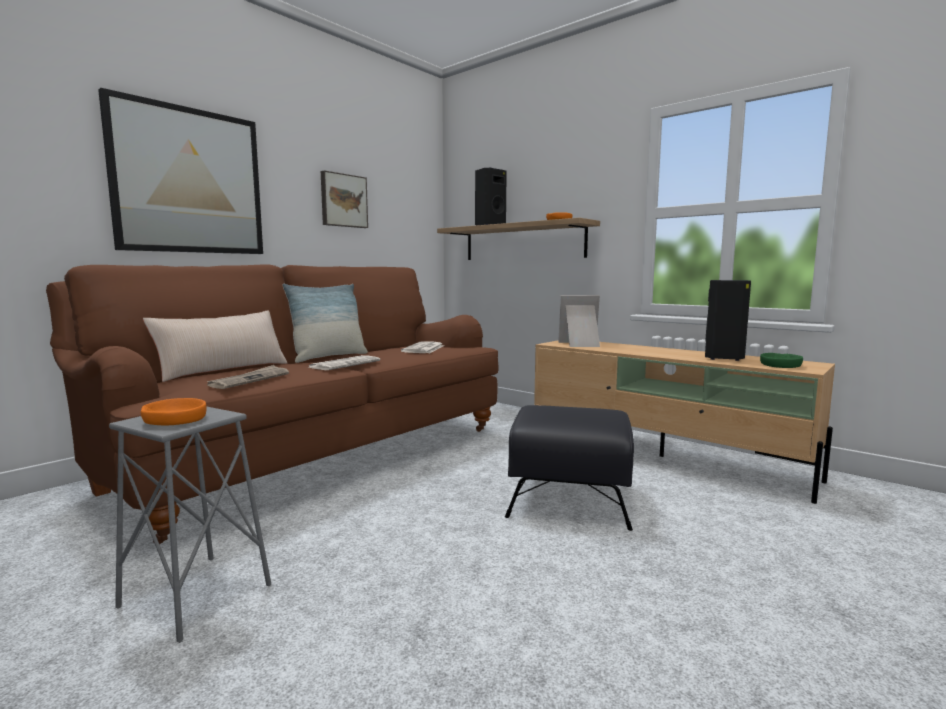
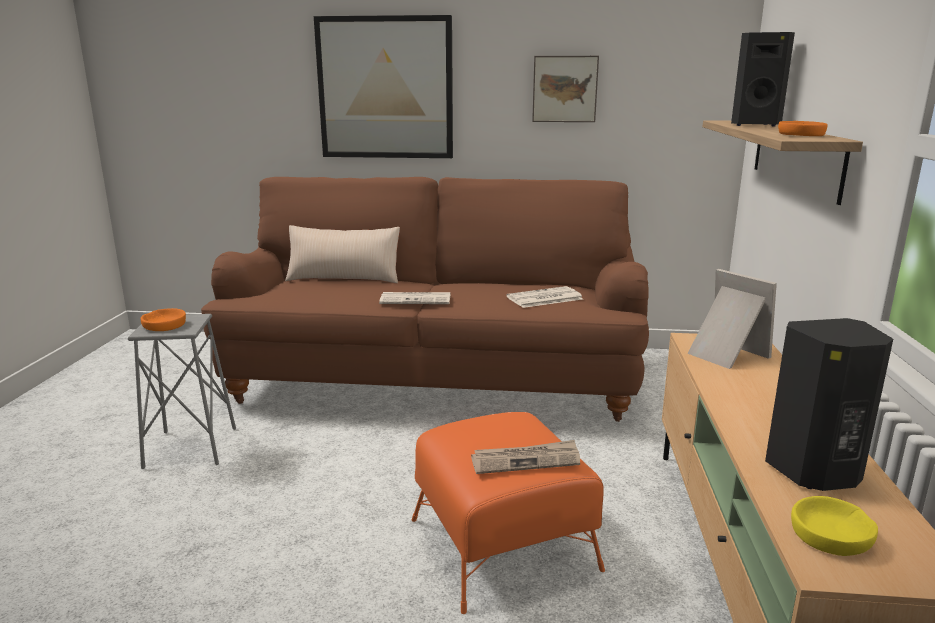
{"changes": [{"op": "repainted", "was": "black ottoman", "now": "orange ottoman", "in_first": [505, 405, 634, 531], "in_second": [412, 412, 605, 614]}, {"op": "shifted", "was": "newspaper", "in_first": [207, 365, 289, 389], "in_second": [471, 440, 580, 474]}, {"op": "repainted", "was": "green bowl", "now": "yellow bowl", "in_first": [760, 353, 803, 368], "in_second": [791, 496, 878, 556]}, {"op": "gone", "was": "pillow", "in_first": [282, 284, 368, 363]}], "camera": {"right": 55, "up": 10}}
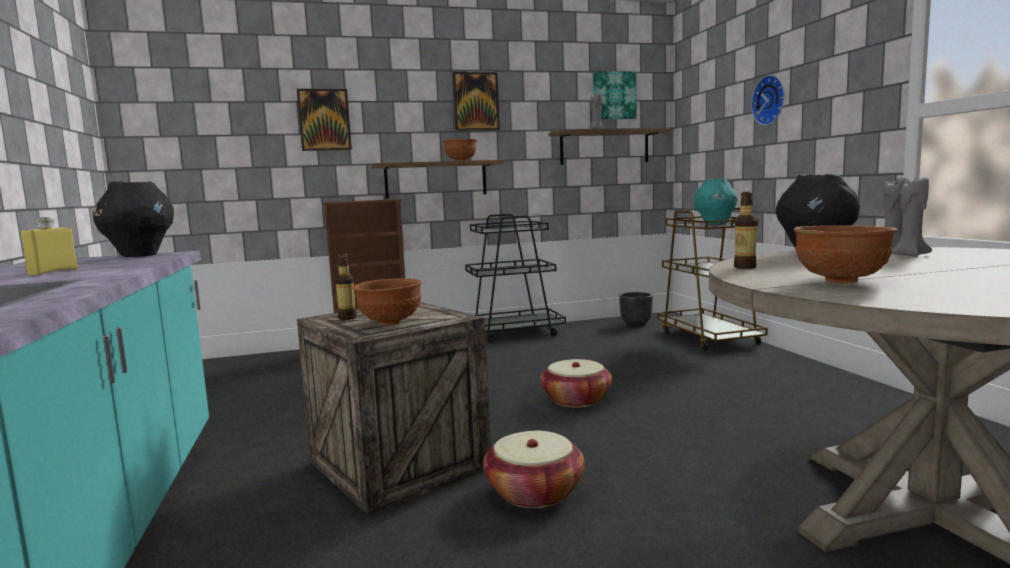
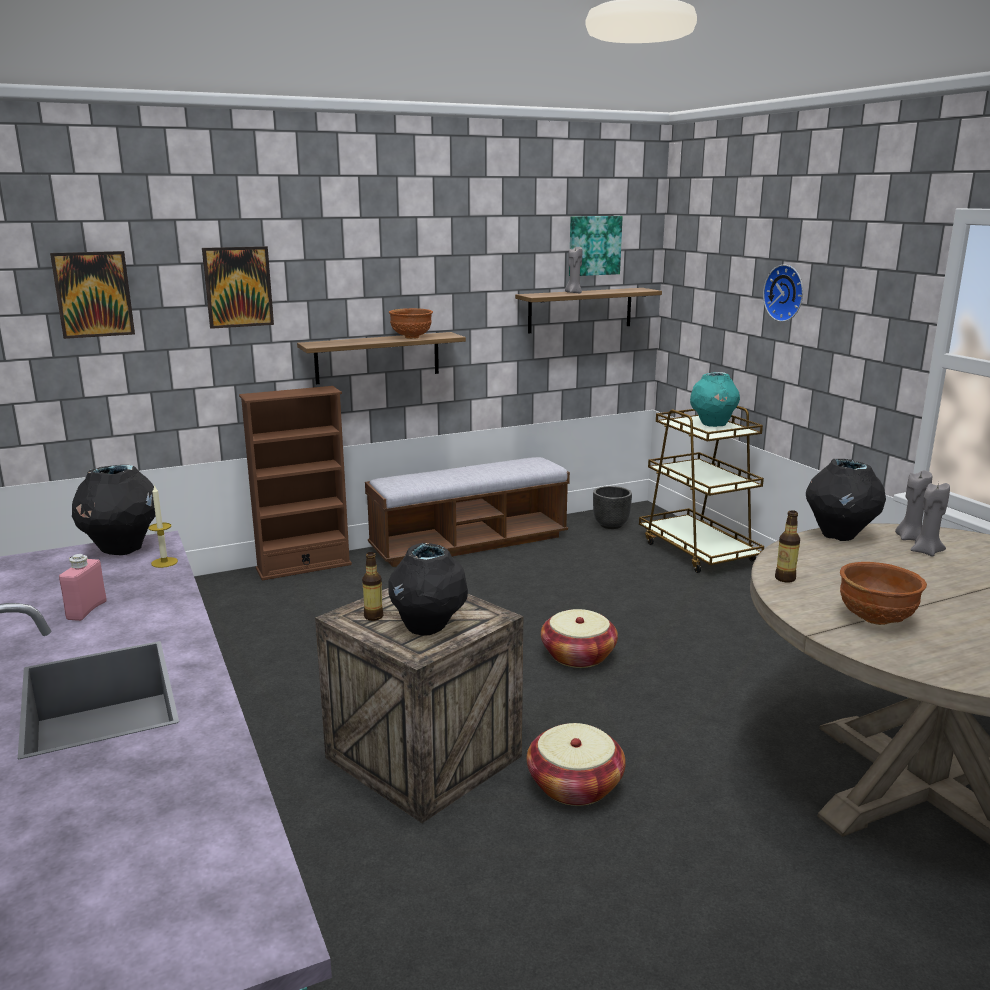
{"changes": [{"op": "shifted", "was": "picture", "in_first": [452, 72, 500, 131], "in_second": [50, 251, 135, 339]}, {"op": "repainted", "was": "yellow bottle", "now": "pink bottle", "in_first": [21, 217, 78, 275], "in_second": [59, 554, 107, 621]}, {"op": "new", "now": "candle", "in_second": [148, 485, 178, 568]}, {"op": "swapped", "was": "black cart", "now": "bench", "in_first": [465, 214, 566, 343], "in_second": [365, 457, 570, 567]}, {"op": "swapped", "was": "brown bowl", "now": "black vase", "in_first": [353, 278, 422, 325], "in_second": [388, 543, 468, 636]}], "camera": {"right": -10, "up": 10}}
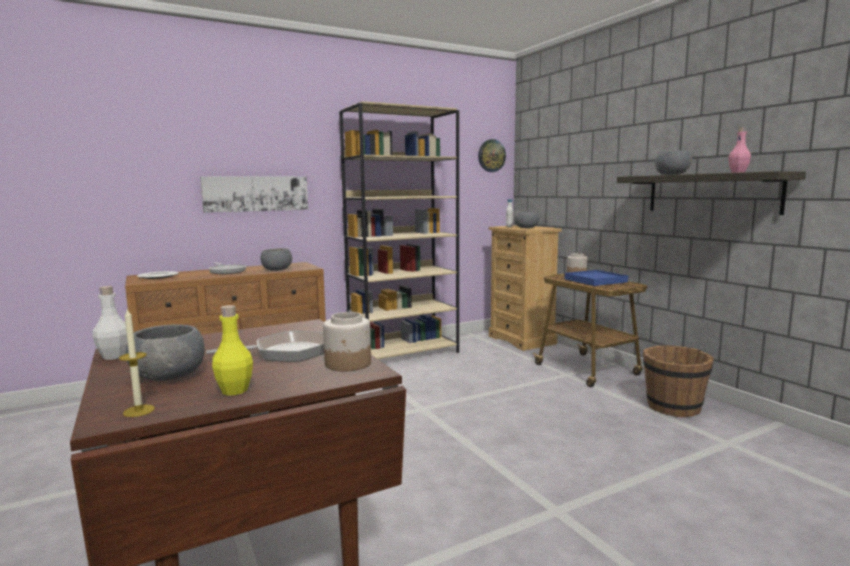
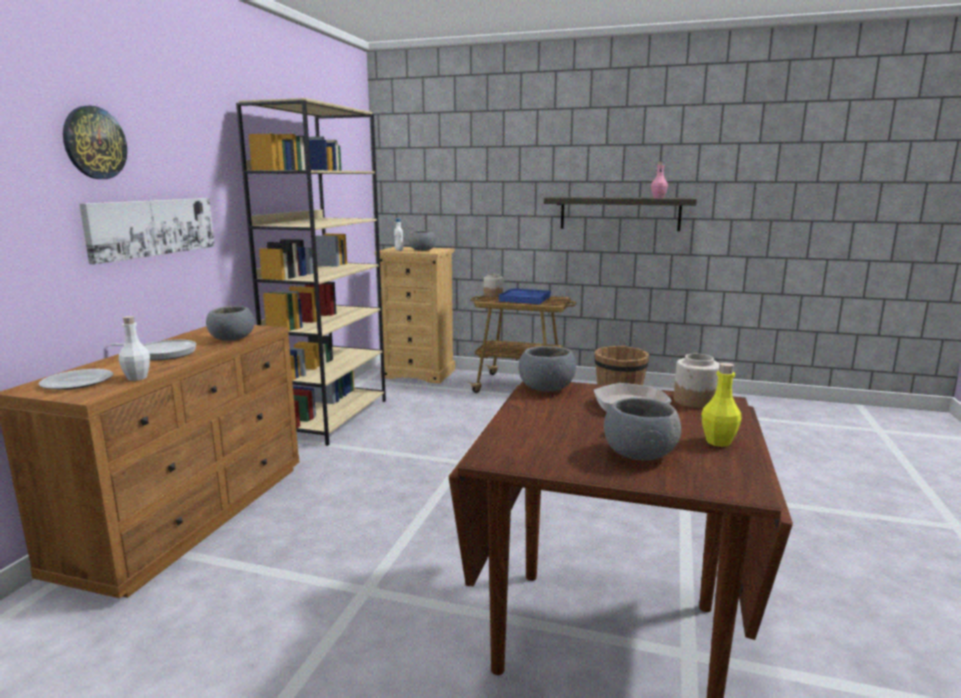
{"changes": [{"op": "shifted", "was": "wall clock", "in_first": [478, 139, 506, 172], "in_second": [63, 106, 127, 179]}, {"op": "shifted", "was": "white bottle", "in_first": [92, 286, 128, 360], "in_second": [119, 316, 150, 381]}, {"op": "shifted", "was": "grey bowl", "in_first": [655, 150, 692, 175], "in_second": [518, 346, 576, 392]}, {"op": "gone", "was": "candle", "in_first": [119, 309, 155, 417]}], "camera": {"right": -45, "up": 5}}
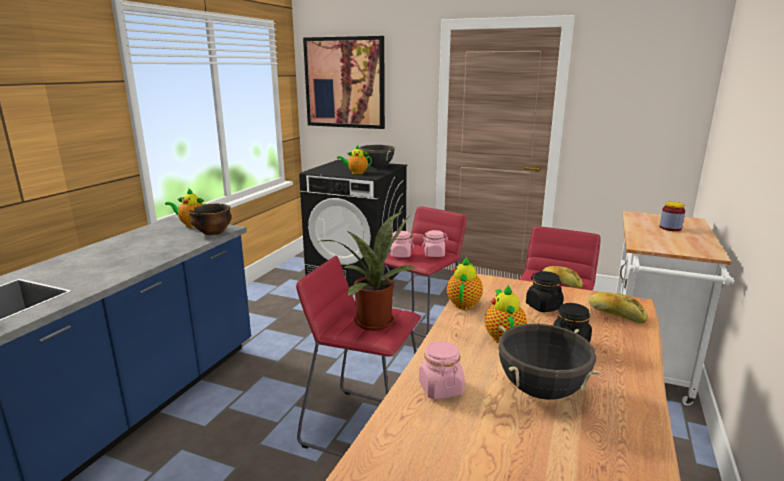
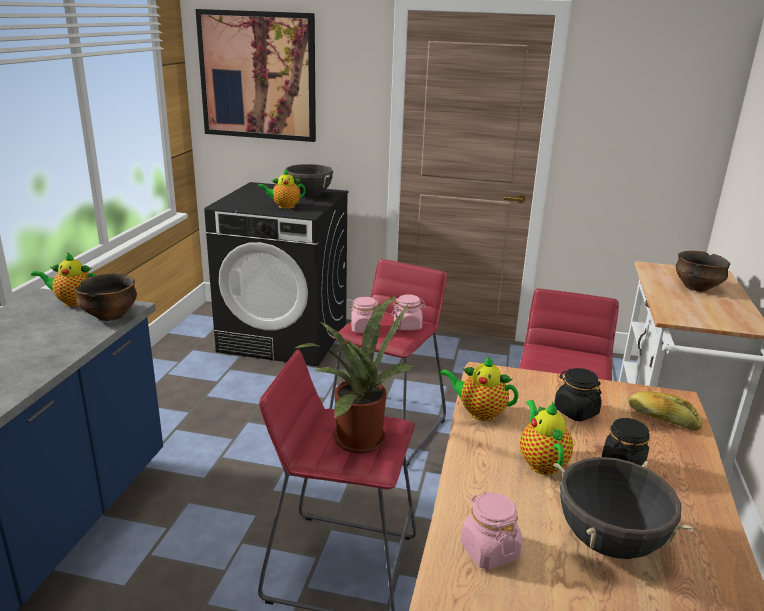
{"changes": [{"op": "rotated", "was": "teapot", "in_first": [447, 257, 483, 310], "in_second": [439, 355, 519, 421], "clockwise": -75}, {"op": "swapped", "was": "jar", "now": "bowl", "in_first": [659, 202, 685, 231], "in_second": [676, 251, 730, 292]}, {"op": "gone", "was": "bread", "in_first": [543, 266, 583, 289]}], "camera": {"right": -10, "up": 5}}
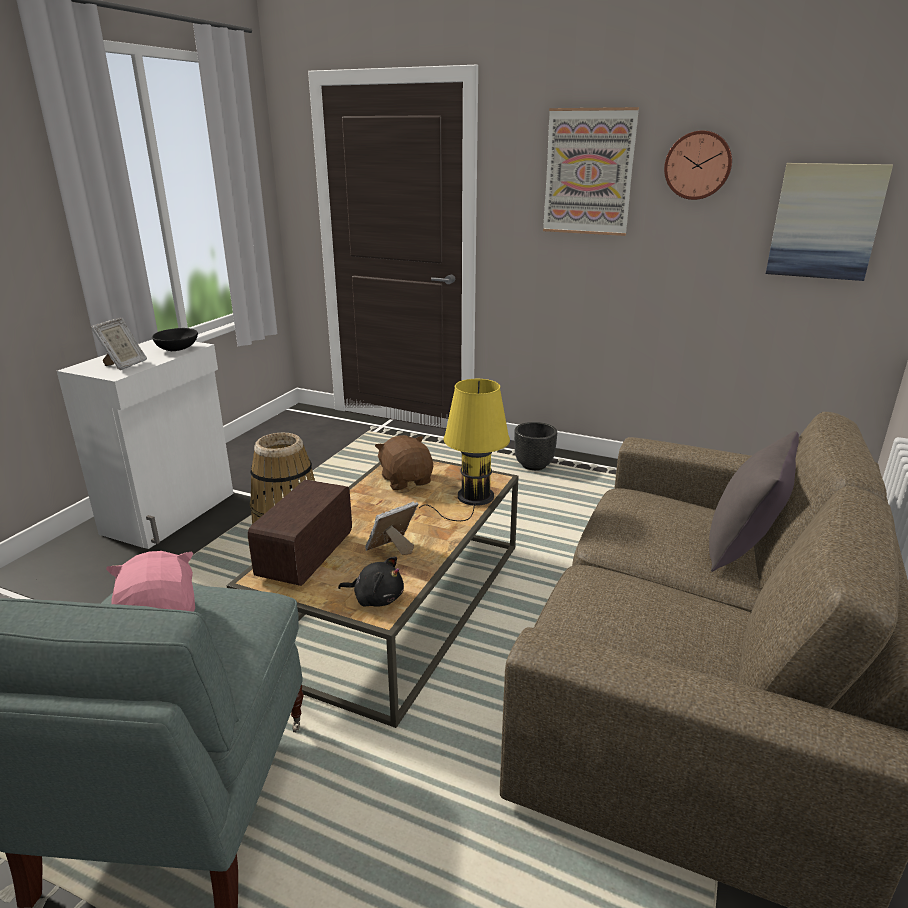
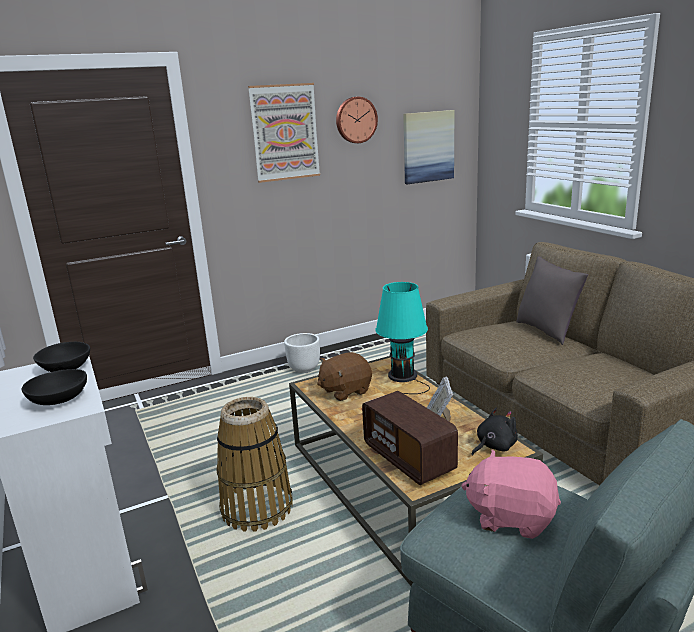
{"changes": [{"op": "swapped", "was": "picture frame", "now": "black bowl", "in_first": [91, 318, 147, 370], "in_second": [22, 369, 87, 405]}, {"op": "repainted", "was": "black planter", "now": "white planter", "in_first": [514, 422, 557, 470], "in_second": [284, 333, 320, 373]}, {"op": "rotated", "was": "brown plush toy", "in_first": [375, 435, 433, 490], "in_second": [317, 352, 372, 401], "clockwise": -45}, {"op": "repainted", "was": "yellow table lamp", "now": "turquoise table lamp", "in_first": [419, 379, 510, 521], "in_second": [375, 282, 430, 394]}], "camera": {"right": -50, "up": -5}}
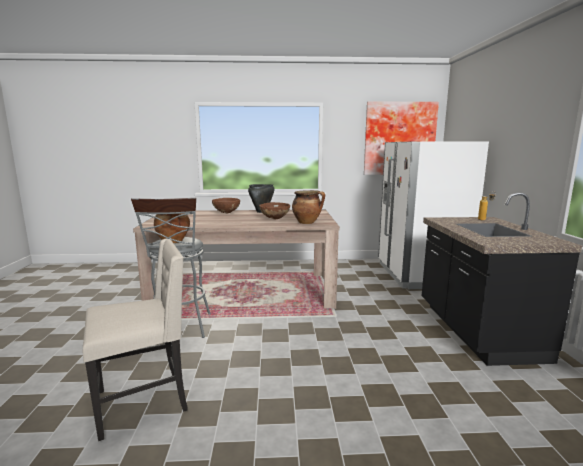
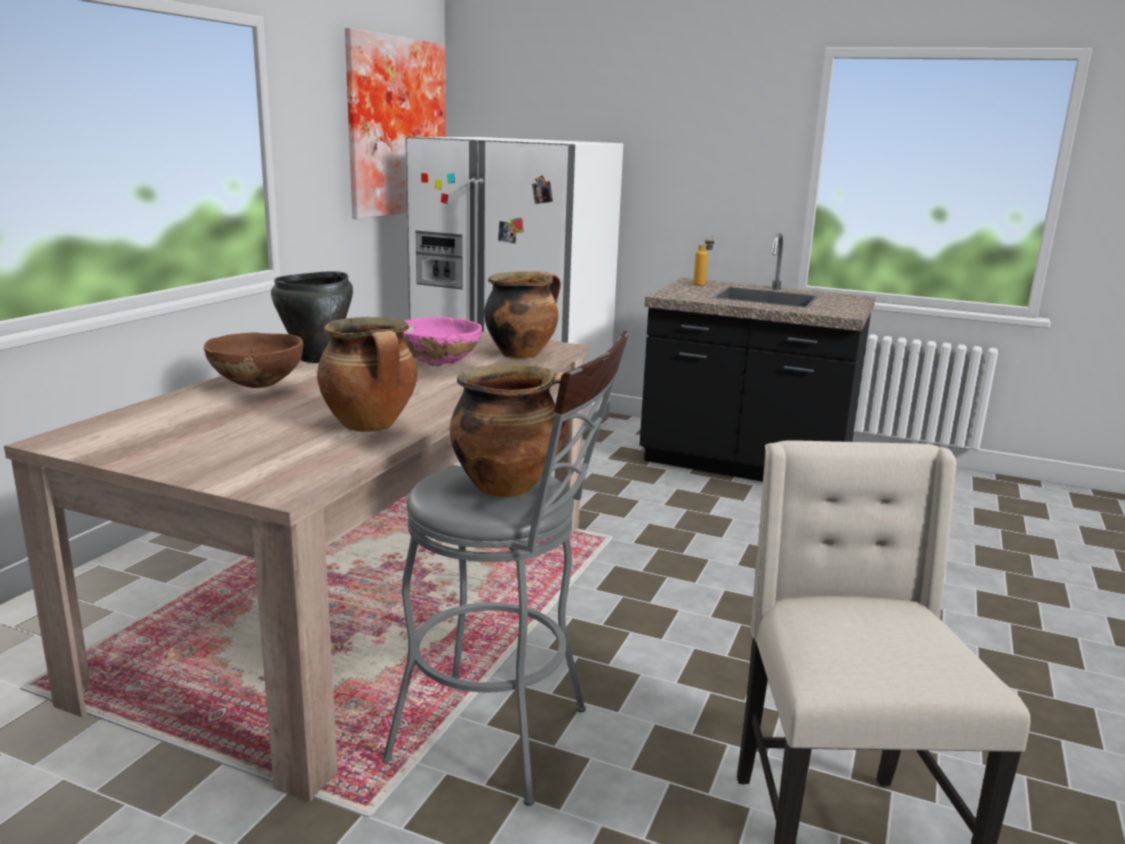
{"changes": [{"op": "new", "now": "cooking pot", "in_second": [317, 317, 417, 432]}, {"op": "repainted", "was": "brown bowl", "now": "pink bowl", "in_first": [259, 202, 290, 219], "in_second": [403, 317, 482, 366]}], "camera": {"right": -65, "up": 5}}
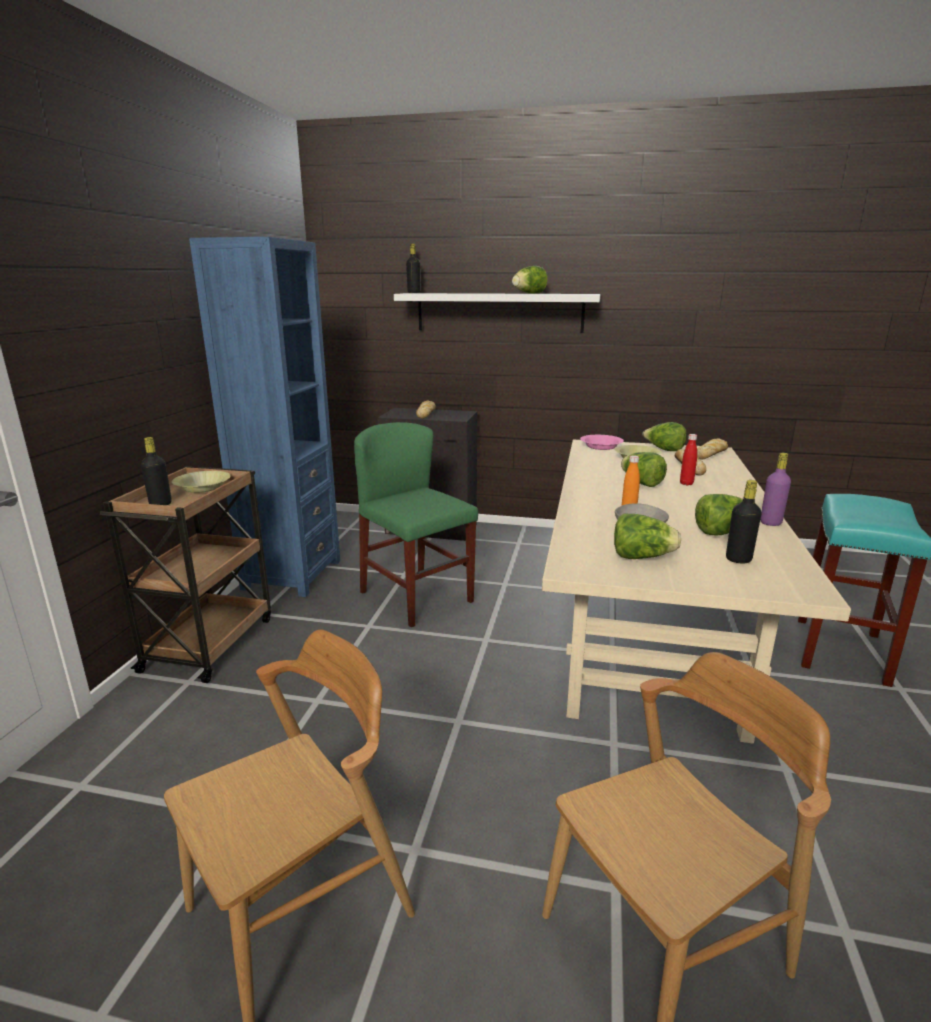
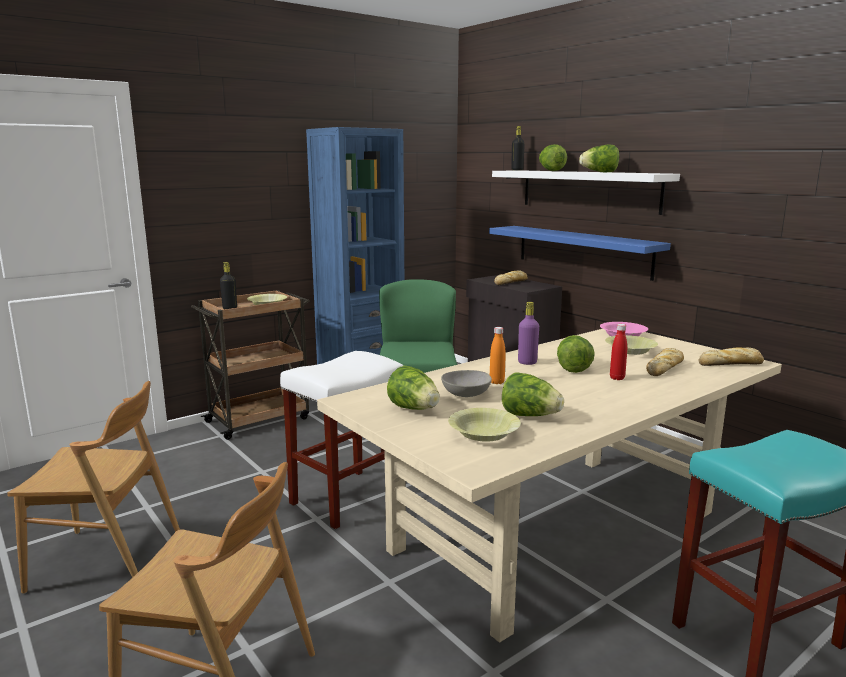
{"changes": [{"op": "new", "now": "white stool", "in_second": [280, 351, 403, 529]}, {"op": "swapped", "was": "black bottle", "now": "yellow bowl", "in_first": [726, 480, 762, 564], "in_second": [448, 408, 521, 442]}, {"op": "new", "now": "blue shelf", "in_second": [489, 226, 671, 281]}, {"op": "shifted", "was": "purple bottle", "in_first": [760, 453, 791, 526], "in_second": [518, 302, 539, 365]}, {"op": "shifted", "was": "lettuce", "in_first": [642, 422, 687, 451], "in_second": [539, 144, 567, 171]}], "camera": {"right": 40, "up": -5}}
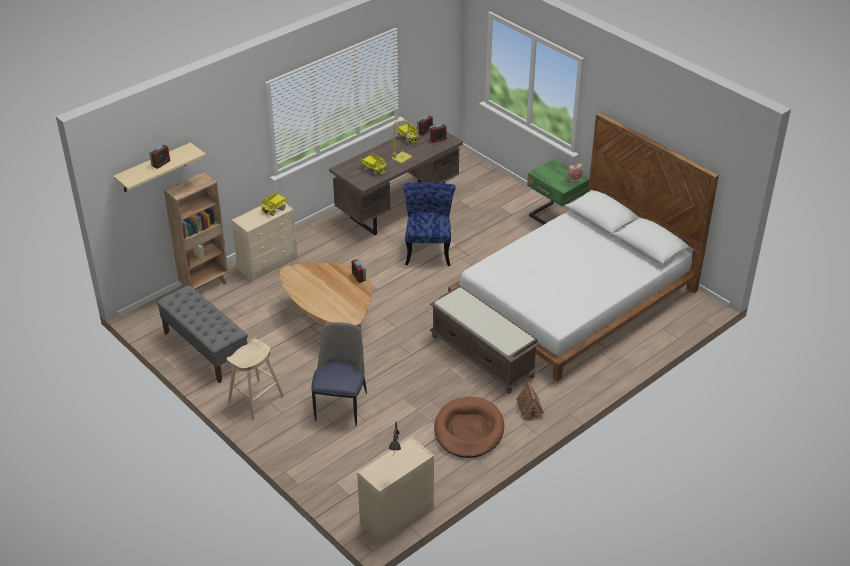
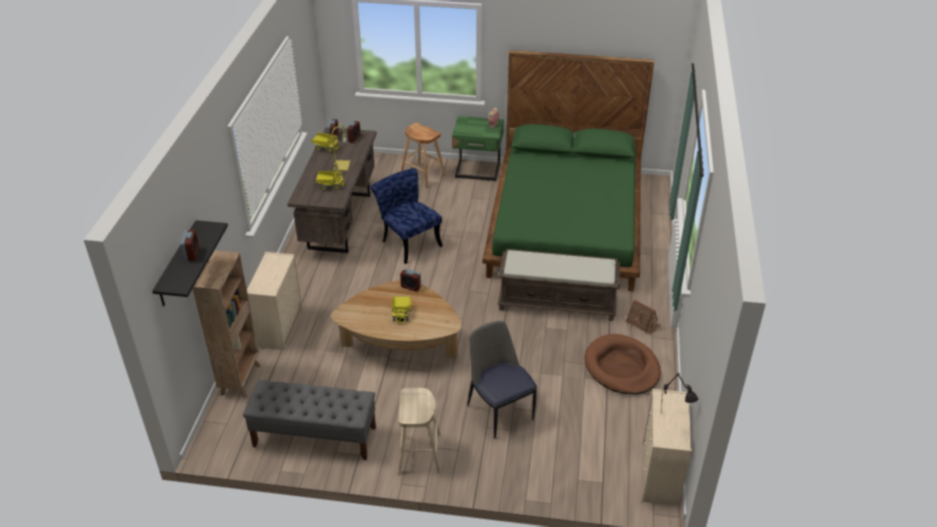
{"changes": [{"op": "repainted", "was": "beige shelf", "now": "black shelf", "in_first": [113, 142, 206, 192], "in_second": [152, 220, 228, 307]}, {"op": "shifted", "was": "toy truck", "in_first": [261, 192, 287, 216], "in_second": [391, 294, 411, 323]}, {"op": "new", "now": "brown stool", "in_second": [401, 122, 446, 188]}, {"op": "repainted", "was": "white bed", "now": "green bed", "in_first": [448, 112, 719, 381], "in_second": [482, 50, 654, 291]}], "camera": {"right": -40, "up": 0}}
